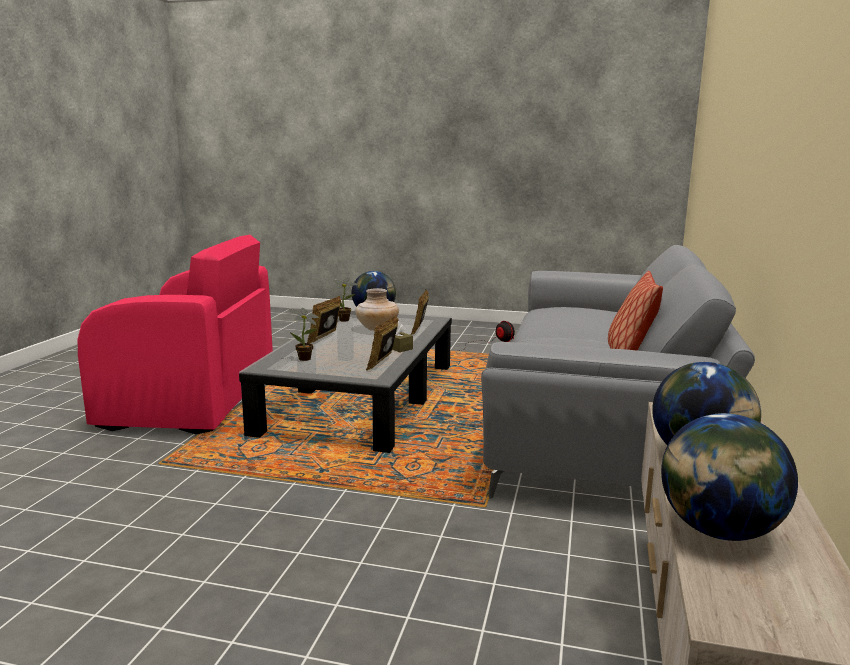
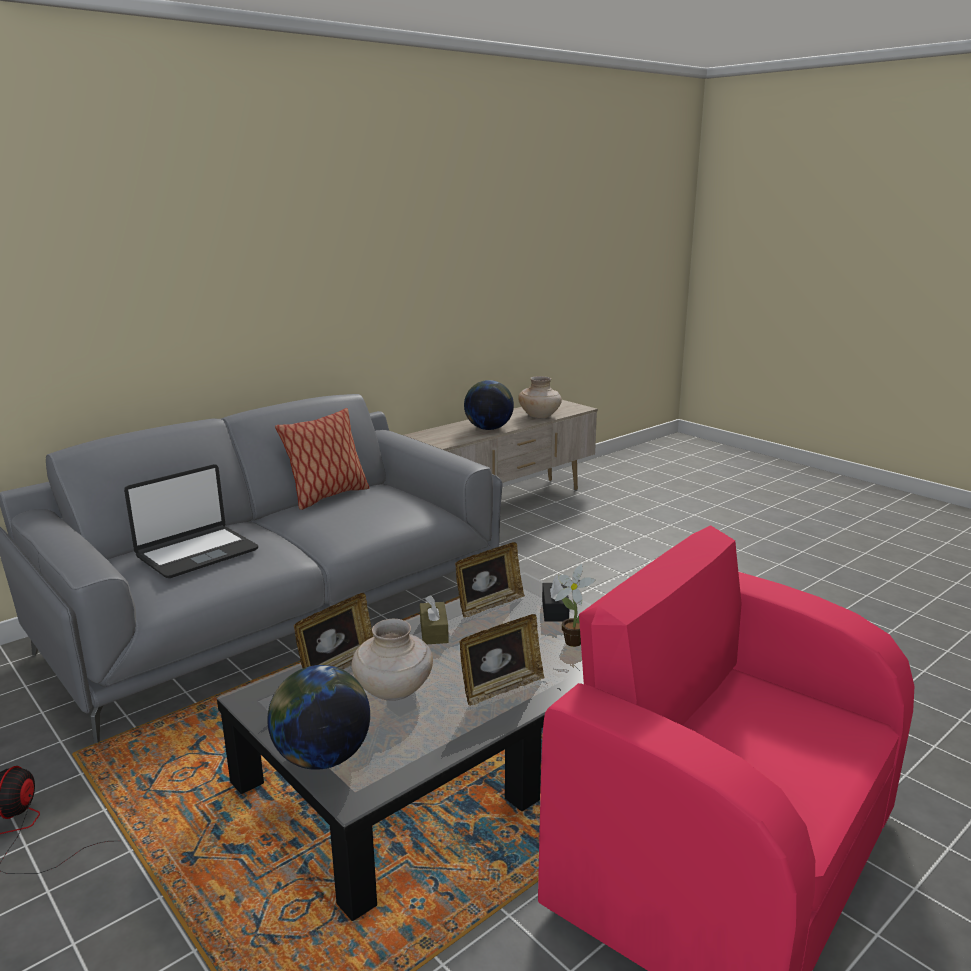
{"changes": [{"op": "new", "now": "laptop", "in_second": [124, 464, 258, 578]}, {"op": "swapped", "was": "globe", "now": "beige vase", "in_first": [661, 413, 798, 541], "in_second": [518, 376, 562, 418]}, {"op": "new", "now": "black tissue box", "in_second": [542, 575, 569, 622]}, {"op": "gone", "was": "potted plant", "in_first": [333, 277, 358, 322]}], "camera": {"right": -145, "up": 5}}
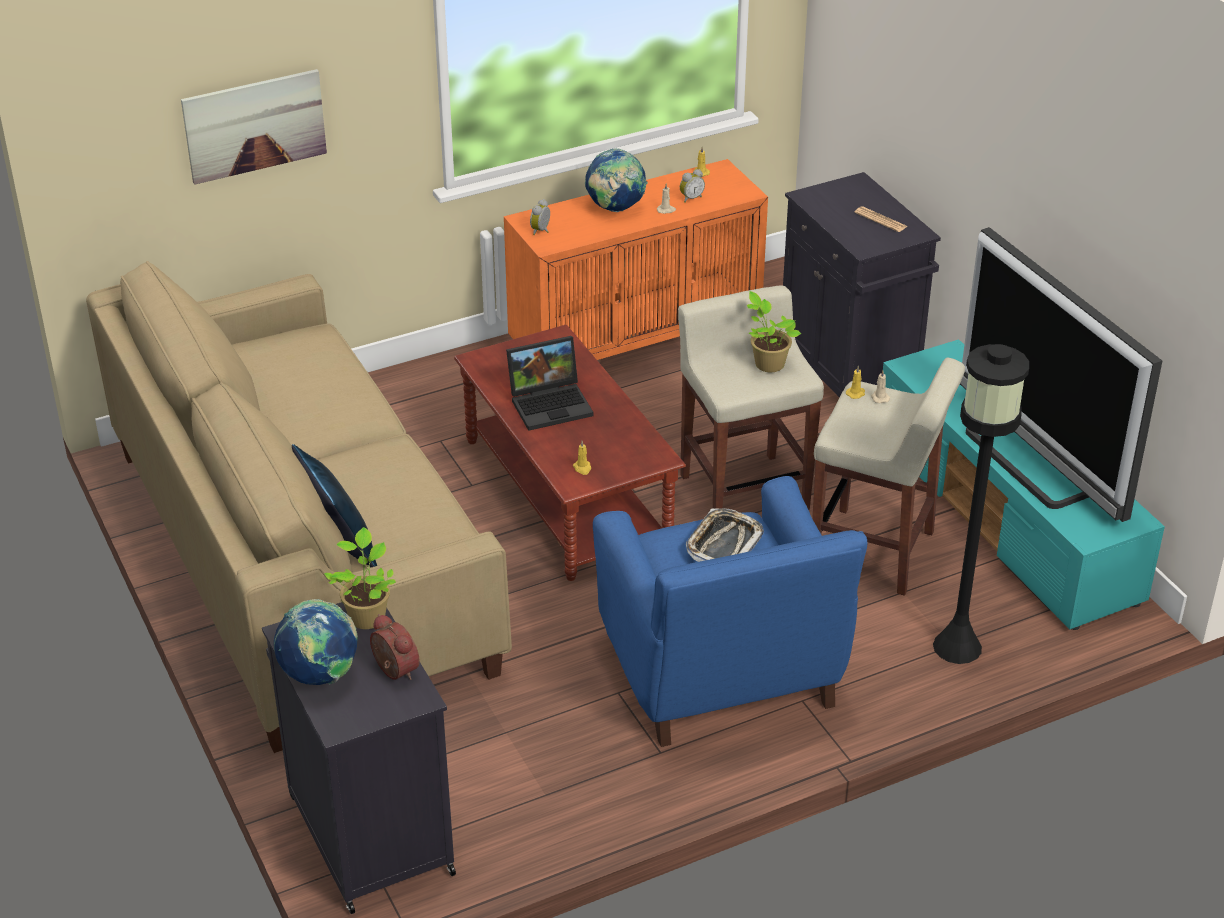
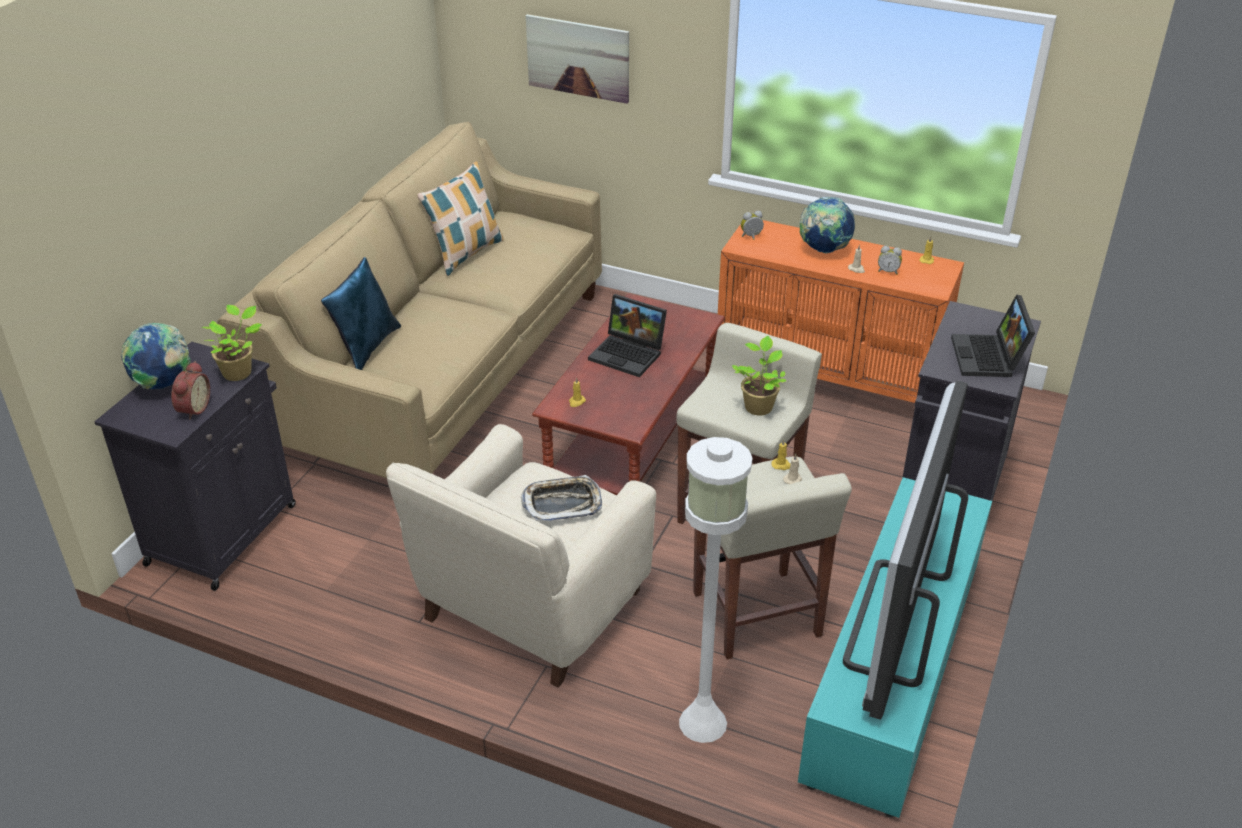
{"changes": [{"op": "repainted", "was": "blue armchair", "now": "beige armchair", "in_first": [593, 476, 867, 747], "in_second": [386, 424, 656, 688]}, {"op": "new", "now": "pillow", "in_second": [417, 162, 504, 276]}, {"op": "repainted", "was": "black floor lamp", "now": "white floor lamp", "in_first": [933, 344, 1029, 664], "in_second": [679, 437, 752, 743]}, {"op": "swapped", "was": "newspaper", "now": "laptop", "in_first": [854, 206, 908, 232], "in_second": [951, 294, 1035, 377]}], "camera": {"right": 50, "up": 0}}
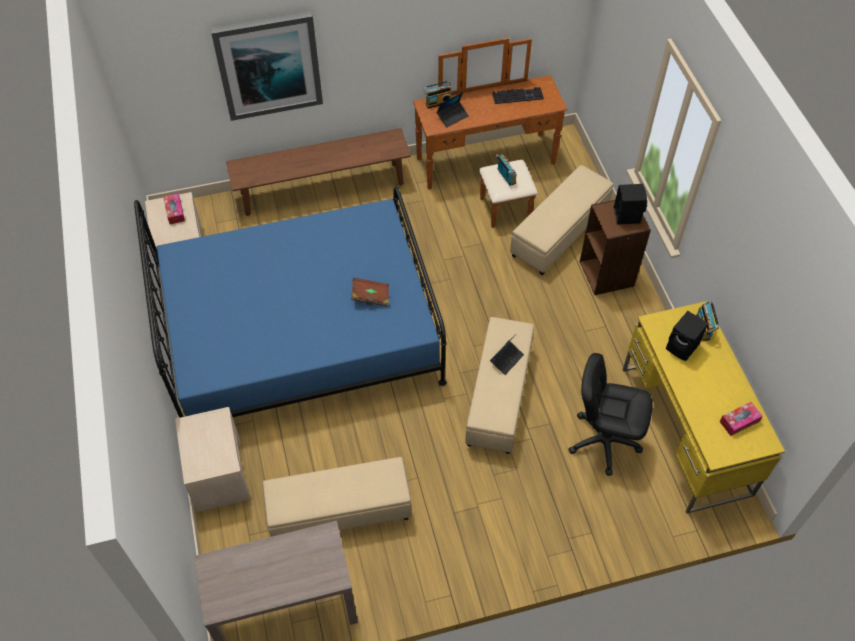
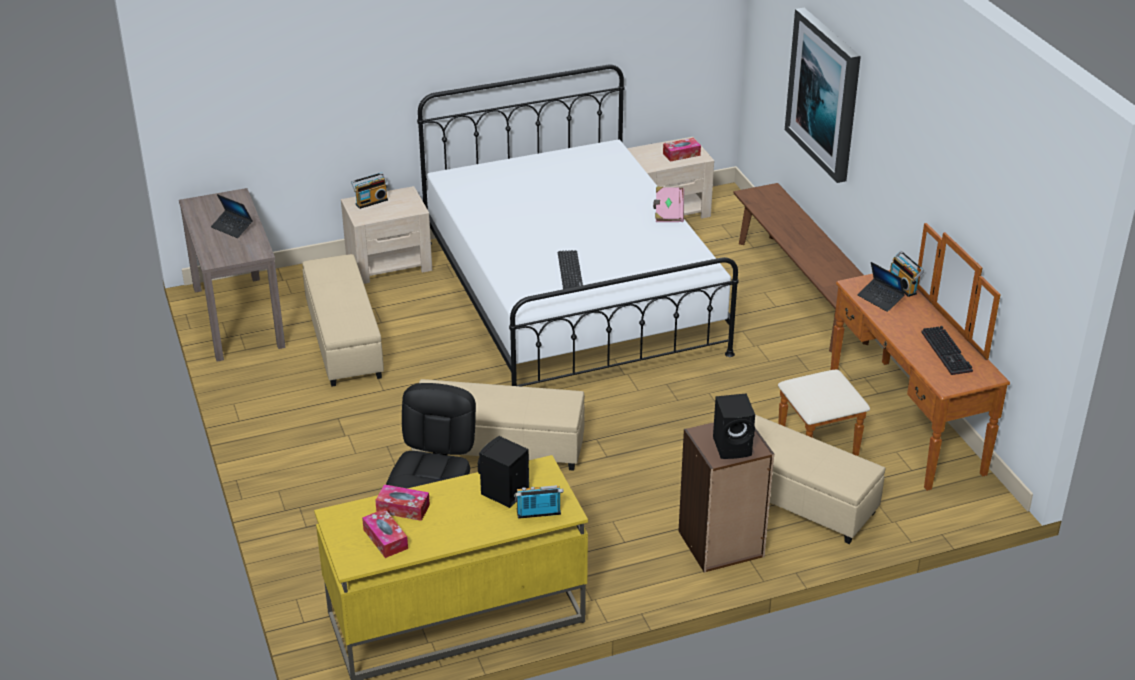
{"changes": [{"op": "shifted", "was": "laptop", "in_first": [490, 334, 524, 375], "in_second": [211, 194, 253, 238]}, {"op": "shifted", "was": "radio", "in_first": [496, 154, 517, 186], "in_second": [351, 172, 388, 209]}, {"op": "new", "now": "tissue box", "in_second": [375, 484, 430, 521]}, {"op": "repainted", "was": "blue bed", "now": "white bed", "in_first": [134, 187, 447, 418], "in_second": [417, 65, 739, 387]}, {"op": "swapped", "was": "brown book", "now": "keyboard", "in_first": [351, 278, 389, 306], "in_second": [558, 250, 583, 289]}, {"op": "new", "now": "pink book", "in_second": [653, 186, 684, 222]}], "camera": {"right": 85, "up": -20}}
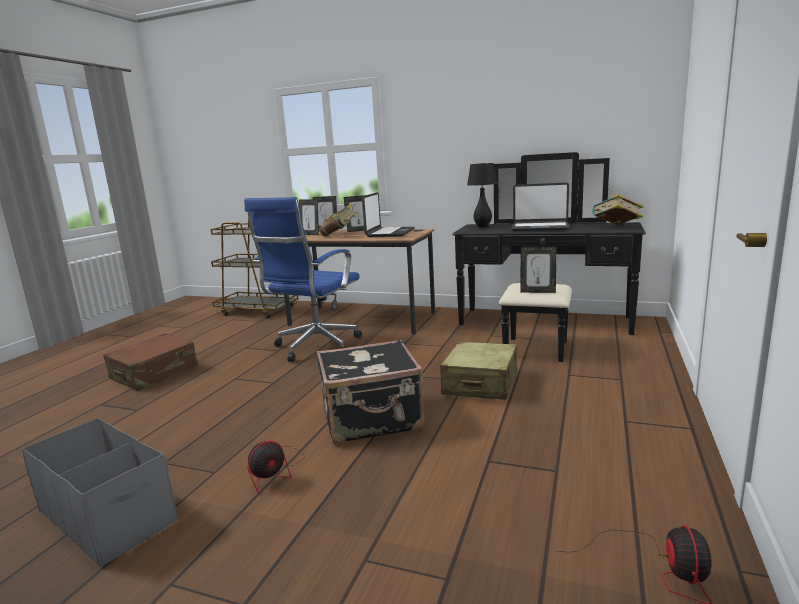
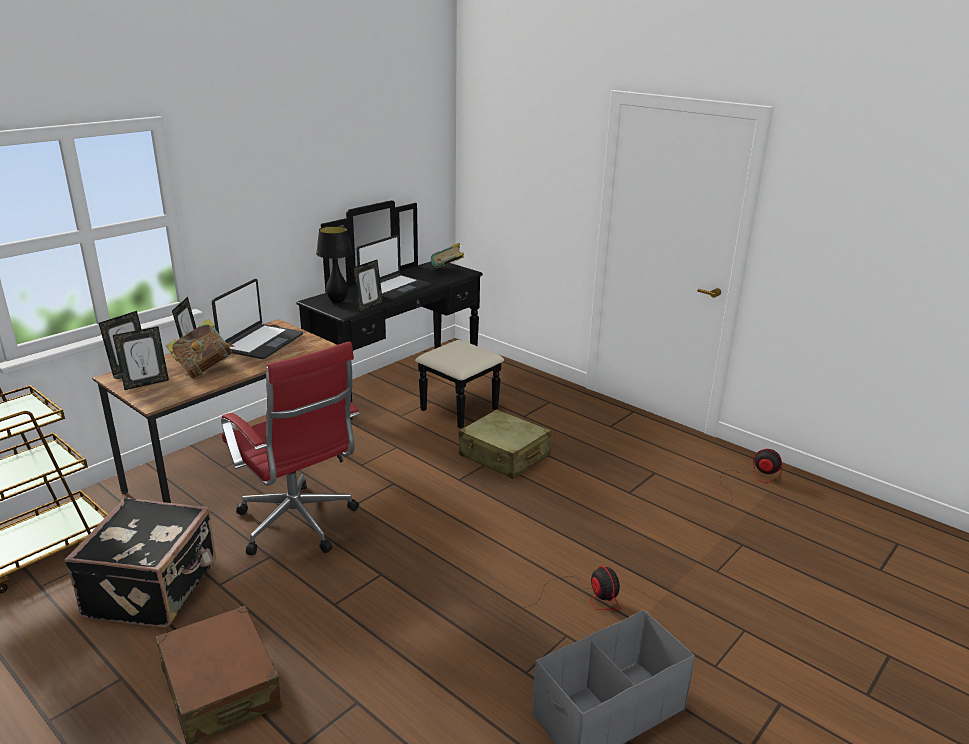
{"changes": [{"op": "shifted", "was": "black suitcase", "in_first": [317, 339, 424, 444], "in_second": [64, 497, 216, 627]}, {"op": "rotated", "was": "laptop", "in_first": [362, 192, 415, 237], "in_second": [212, 279, 303, 359], "clockwise": 75}, {"op": "repainted", "was": "blue office chair", "now": "red office chair", "in_first": [244, 197, 362, 362], "in_second": [221, 341, 360, 555]}, {"op": "shifted", "was": "picture frame", "in_first": [520, 246, 557, 293], "in_second": [353, 260, 383, 313]}], "camera": {"right": -70, "up": 10}}
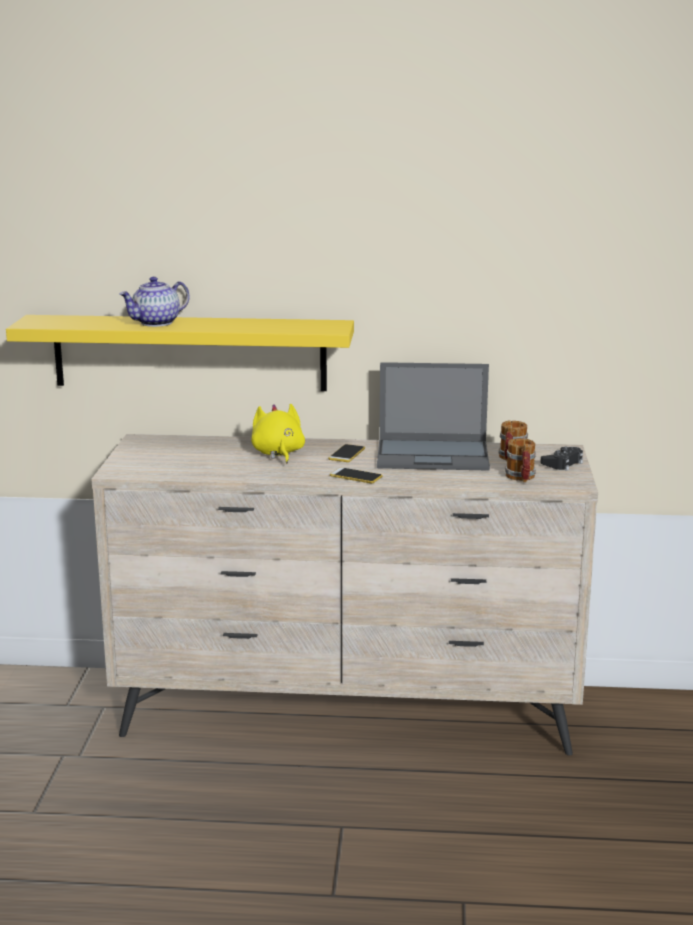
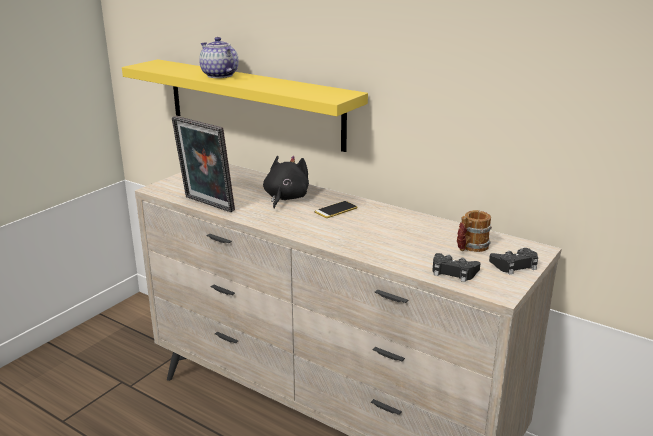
{"changes": [{"op": "new", "now": "picture frame", "in_second": [172, 116, 235, 212]}, {"op": "rotated", "was": "teapot", "in_first": [119, 277, 189, 327], "in_second": [199, 37, 239, 78], "clockwise": 60}, {"op": "repainted", "was": "yellow plush toy", "now": "black plush toy", "in_first": [251, 404, 305, 463], "in_second": [263, 156, 309, 209]}, {"op": "swapped", "was": "mug", "now": "black game controller", "in_first": [505, 438, 536, 482], "in_second": [432, 253, 481, 282]}, {"op": "gone", "was": "phone", "in_first": [330, 467, 383, 483]}, {"op": "gone", "was": "laptop", "in_first": [377, 362, 490, 471]}], "camera": {"right": 30, "up": 5}}
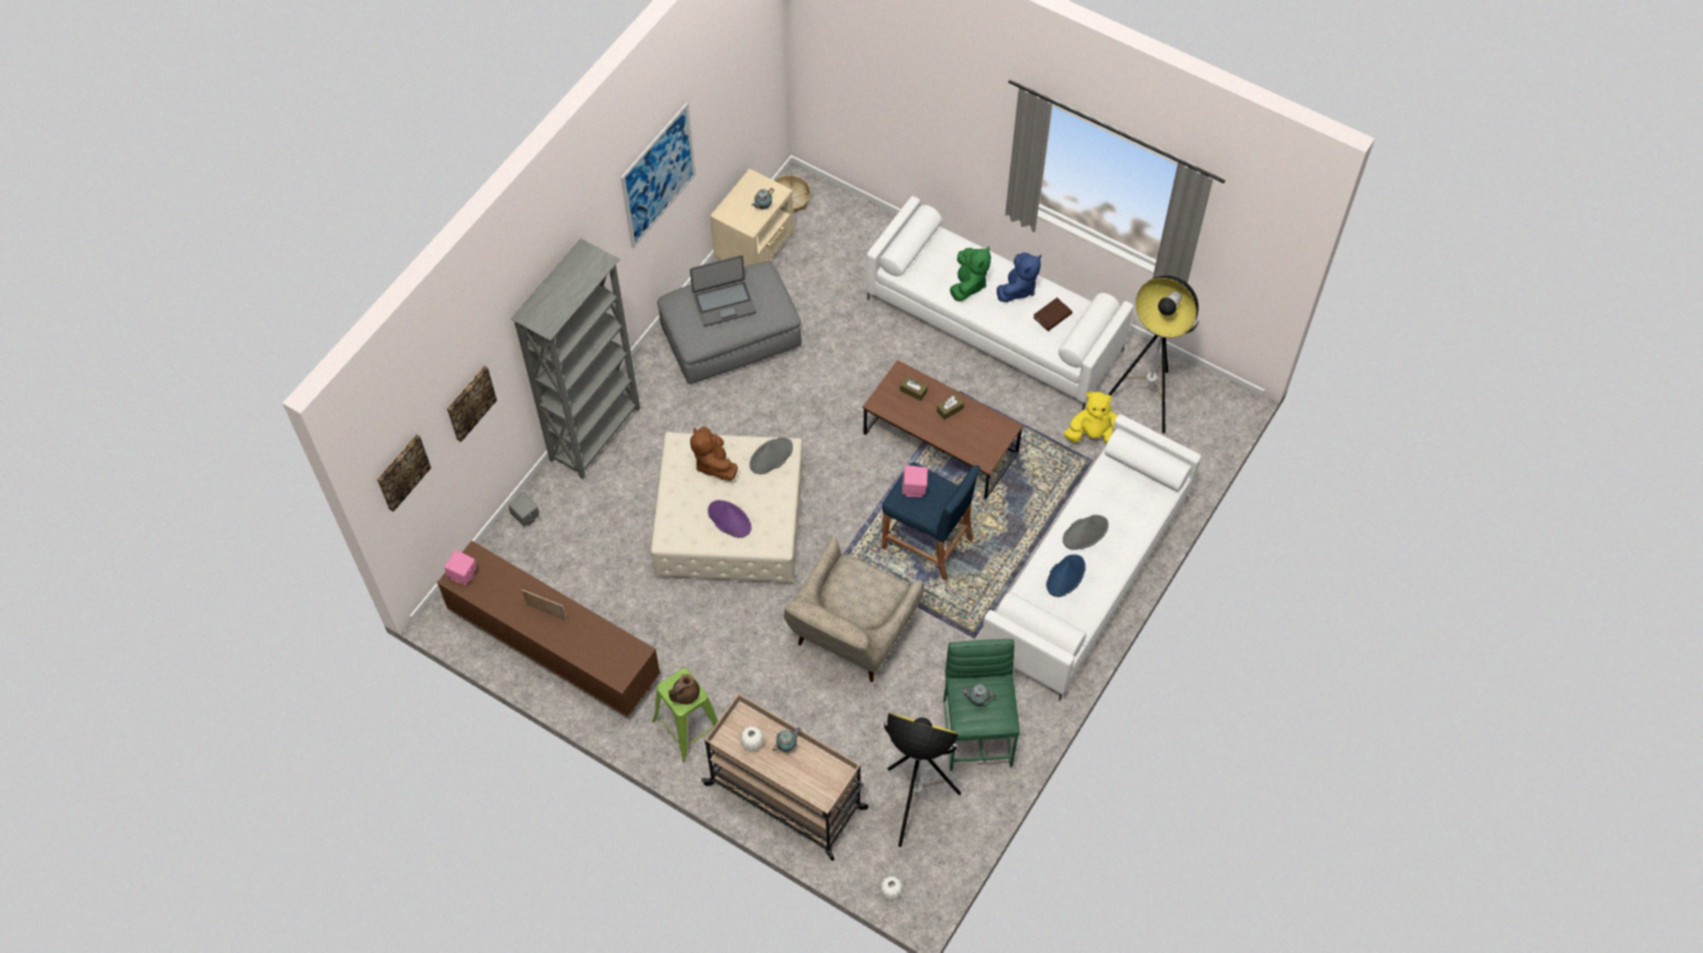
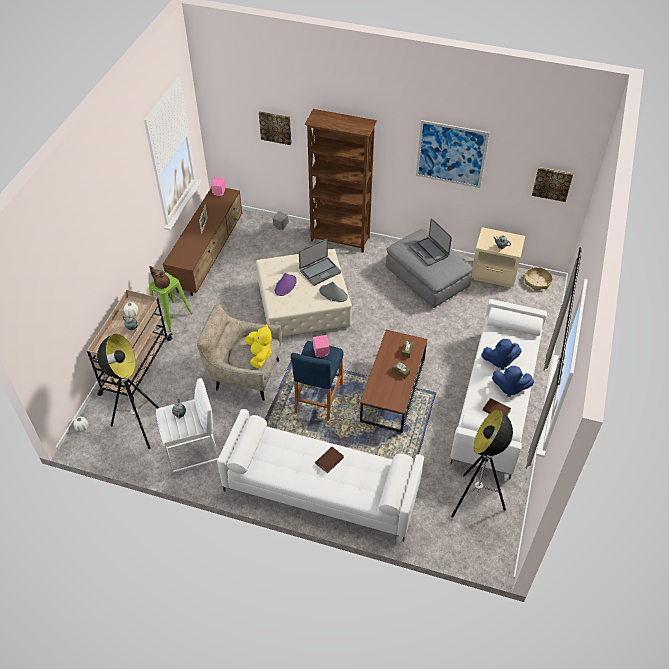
{"changes": [{"op": "repainted", "was": "green stool", "now": "white stool", "in_first": [943, 639, 1020, 771], "in_second": [156, 378, 219, 473]}, {"op": "shifted", "was": "yellow plush toy", "in_first": [1064, 391, 1118, 444], "in_second": [245, 324, 272, 368]}, {"op": "swapped", "was": "brown plush toy", "now": "laptop", "in_first": [690, 427, 738, 481], "in_second": [299, 238, 341, 286]}, {"op": "repainted", "was": "grey bookcase", "now": "brown bookcase", "in_first": [511, 238, 640, 479], "in_second": [304, 109, 377, 253]}, {"op": "swapped", "was": "grey hat", "now": "brown book", "in_first": [1063, 515, 1109, 550], "in_second": [315, 447, 344, 473]}, {"op": "repainted", "was": "green plush toy", "now": "blue plush toy", "in_first": [950, 246, 991, 301], "in_second": [481, 339, 522, 370]}, {"op": "shifted", "was": "picture", "in_first": [377, 434, 431, 512], "in_second": [532, 167, 573, 202]}, {"op": "gone", "was": "blue hat", "in_first": [1046, 554, 1086, 597]}], "camera": {"right": 75, "up": -10}}
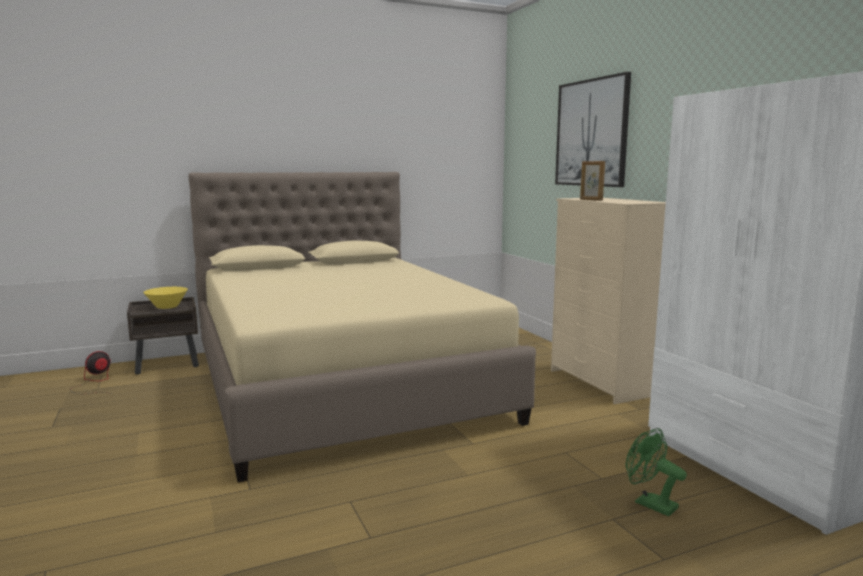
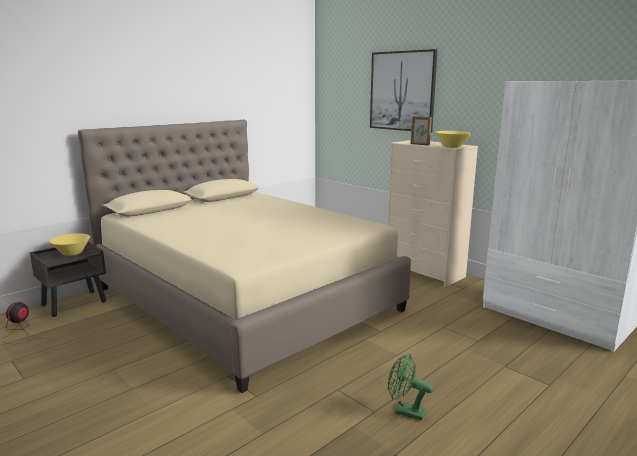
{"changes": [{"op": "shifted", "was": "green fan", "in_first": [626, 428, 687, 516], "in_second": [388, 354, 433, 421]}, {"op": "new", "now": "yellow bowl", "in_second": [435, 131, 471, 148]}], "camera": {"right": -20, "up": 5}}
